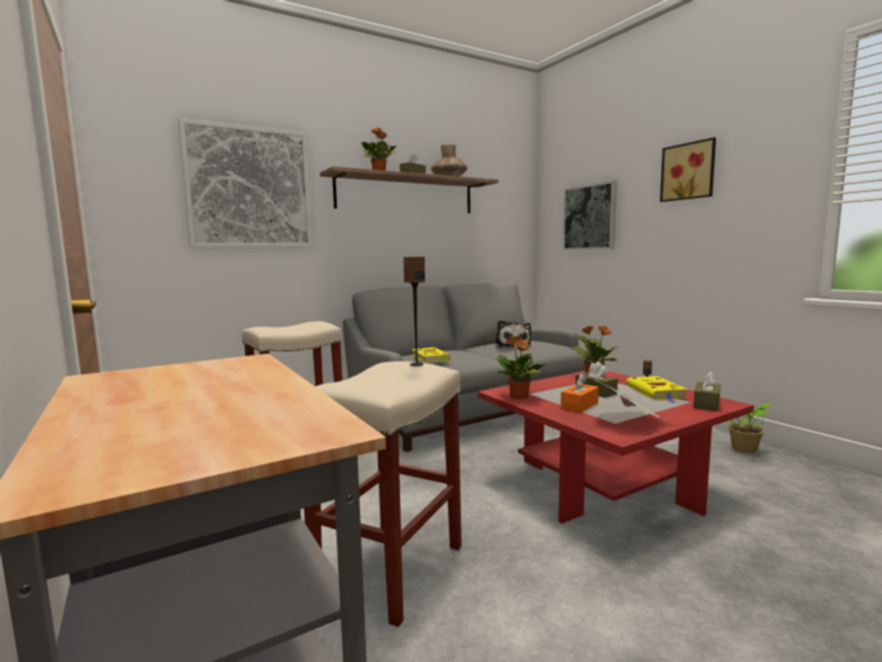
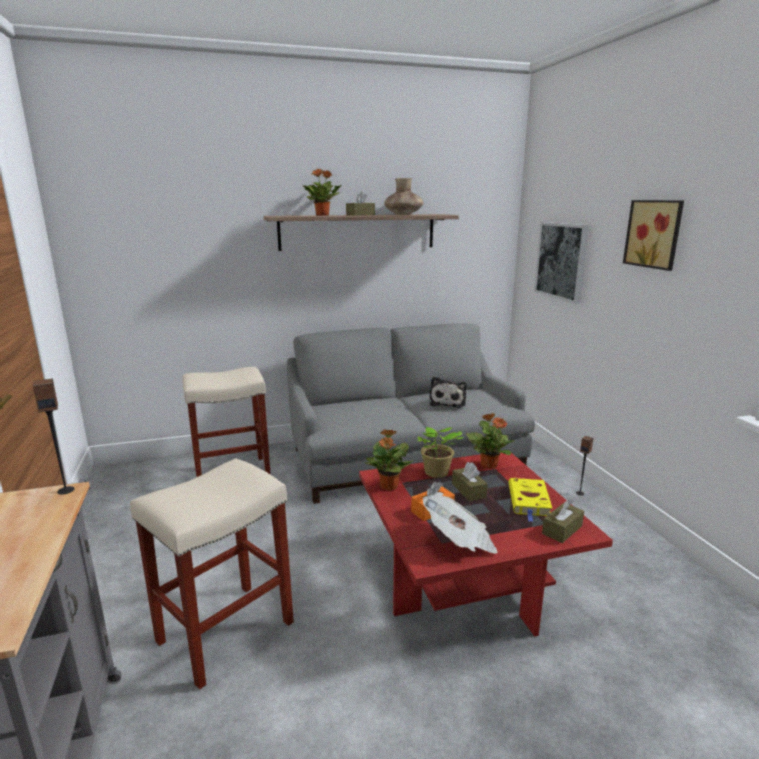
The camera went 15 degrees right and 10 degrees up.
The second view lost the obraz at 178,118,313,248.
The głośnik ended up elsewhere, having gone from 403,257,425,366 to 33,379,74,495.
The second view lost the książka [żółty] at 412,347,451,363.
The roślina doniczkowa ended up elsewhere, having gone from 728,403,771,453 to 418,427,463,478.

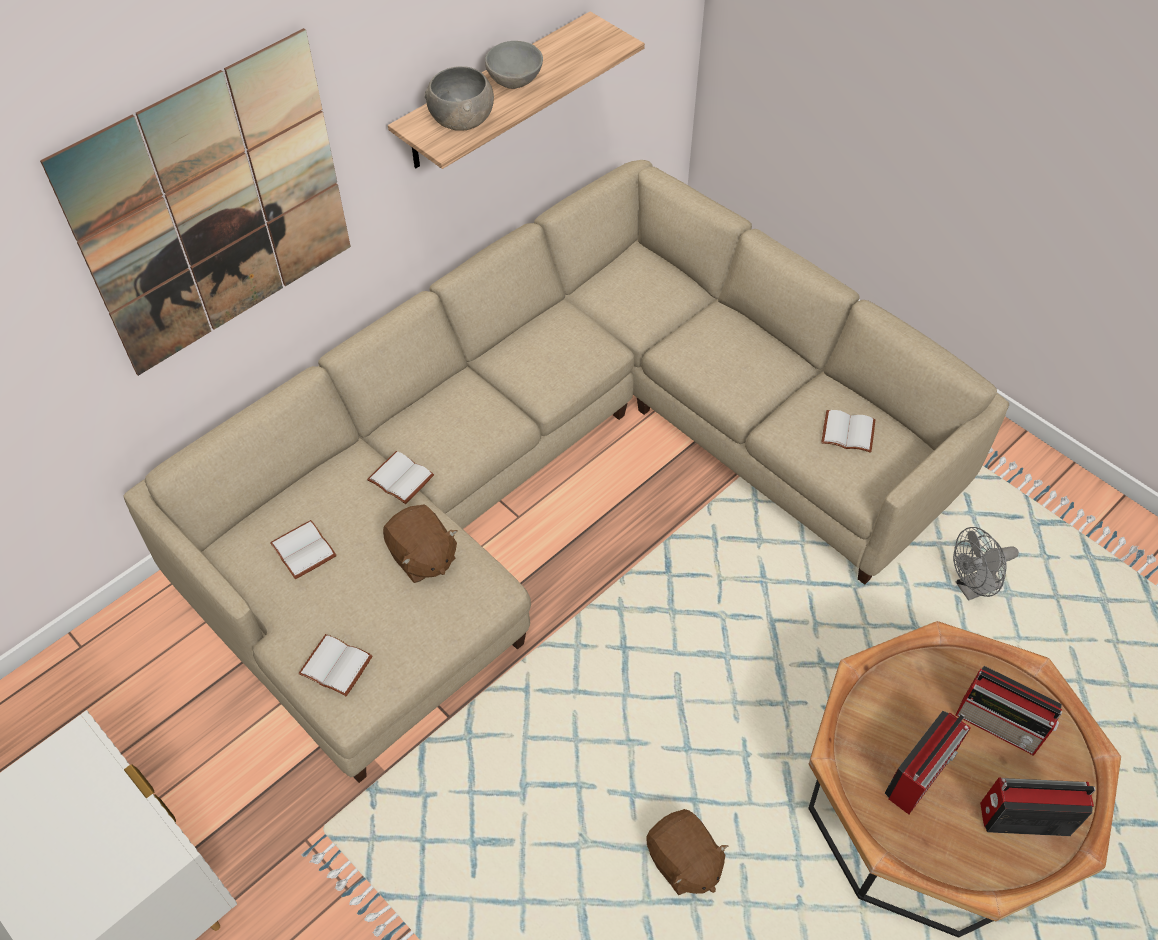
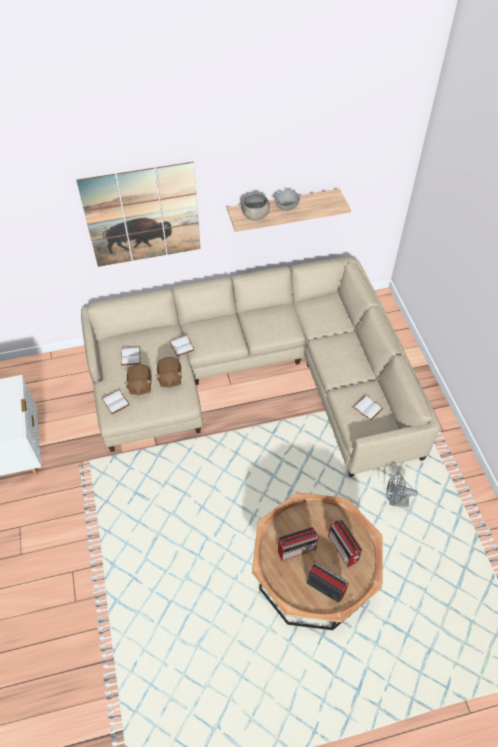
The camera went 30 degrees right and 0 degrees up.
The pluszak [brązowy] ended up elsewhere, having gone from 646,809,729,895 to 124,364,152,395.

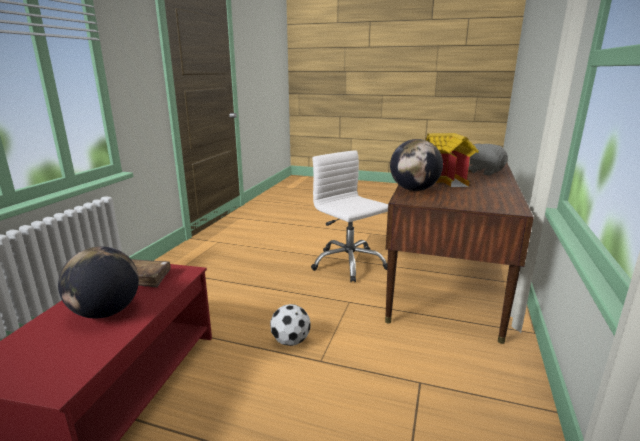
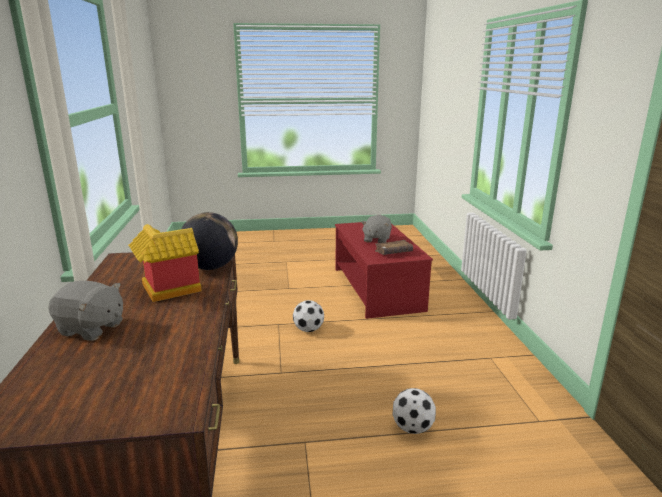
The camera went 155 degrees right and 0 degrees up.
The second view lost the krzesło biurowe [biały] at 311,150,388,283.
Where the globus stood at 58,247,139,318, the pluszak [szary] came to stand at 361,215,392,243.
The second view gained the piłka futbolowa at 393,388,436,434.

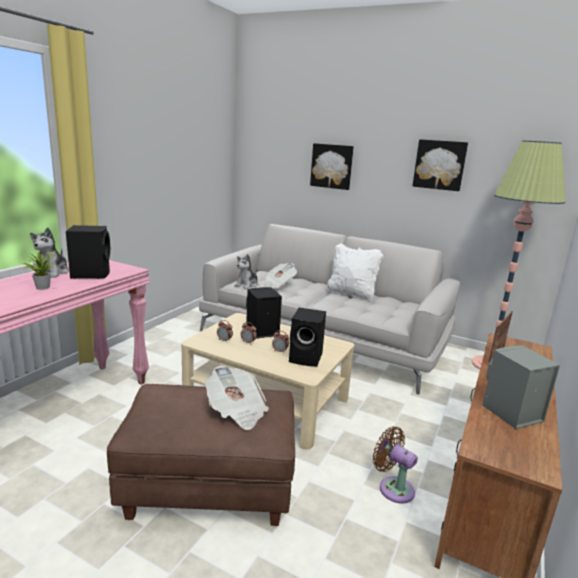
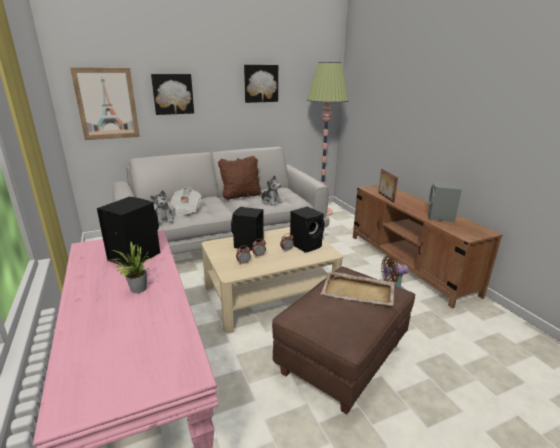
The camera went 50 degrees left and 5 degrees up.
The pluszak ended up elsewhere, having gone from 30,227,69,278 to 260,175,282,206.
What was the poduszka [biały] at 327,243,383,300 turned into the poduszka [brązowy] at 218,156,261,200.
Where the gazeta stood at 205,366,269,430, the taca [beżowy] came to stand at 321,272,395,306.
The second view gained the obraz at 70,68,140,140.

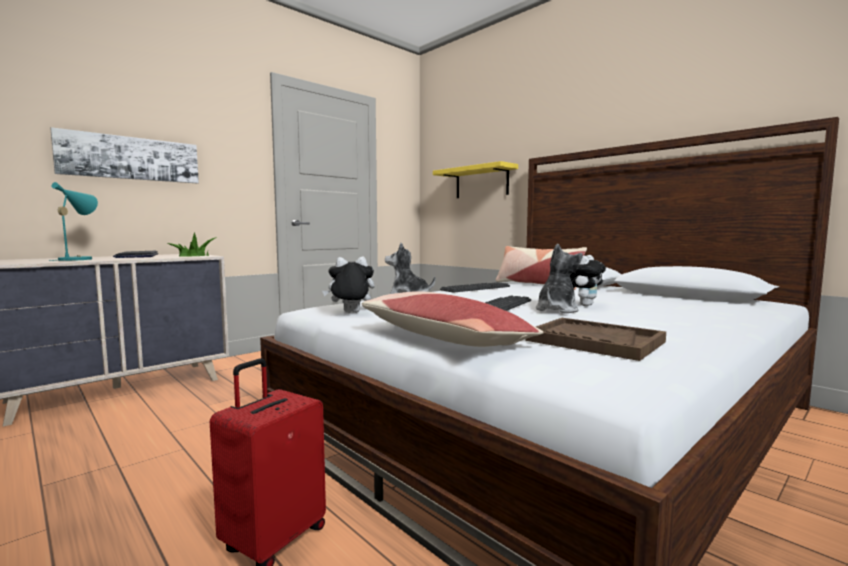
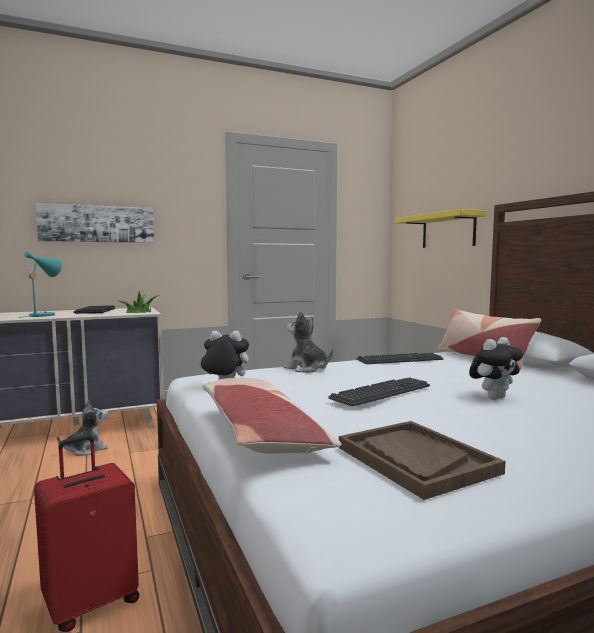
The camera went 20 degrees right and 0 degrees up.
The pluszak ended up elsewhere, having gone from 536,244,583,313 to 57,400,108,456.

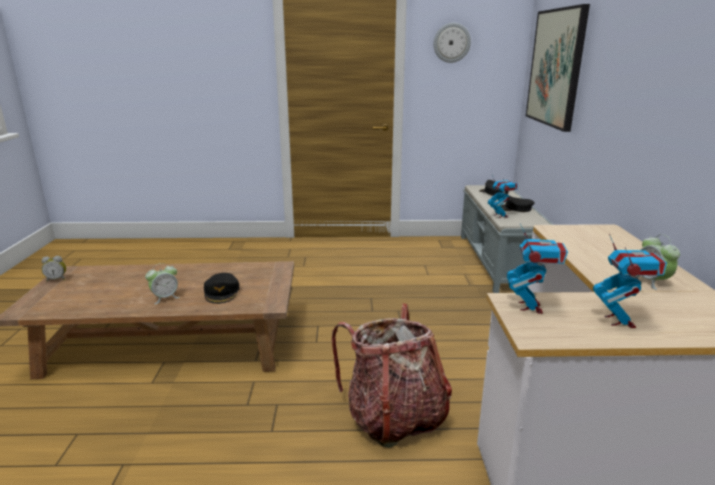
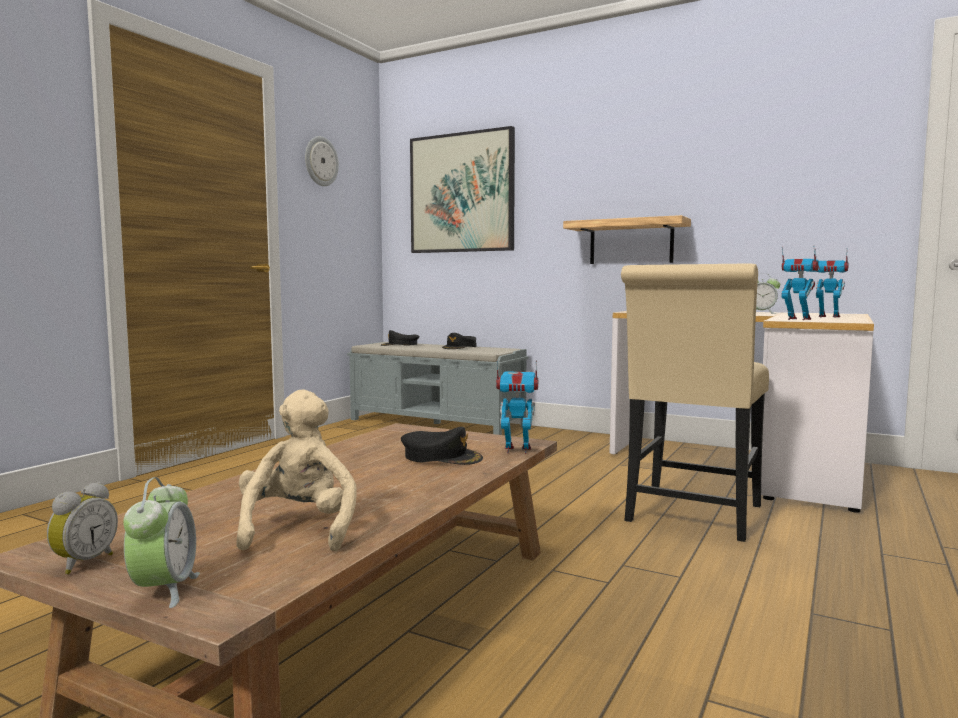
The camera went 60 degrees left and 15 degrees down.
The robot zabawkowy ended up elsewhere, having gone from 488,175,518,218 to 496,360,538,454.
The budzik ended up elsewhere, having gone from 145,263,180,304 to 123,477,200,608.
Where the plecak stood at 332,303,452,448, the krzesło [beżowy] came to stand at 621,263,769,542.
The second view gained the półka at 563,215,691,264.
The second view gained the pluszak [beżowy] at 236,389,357,551.

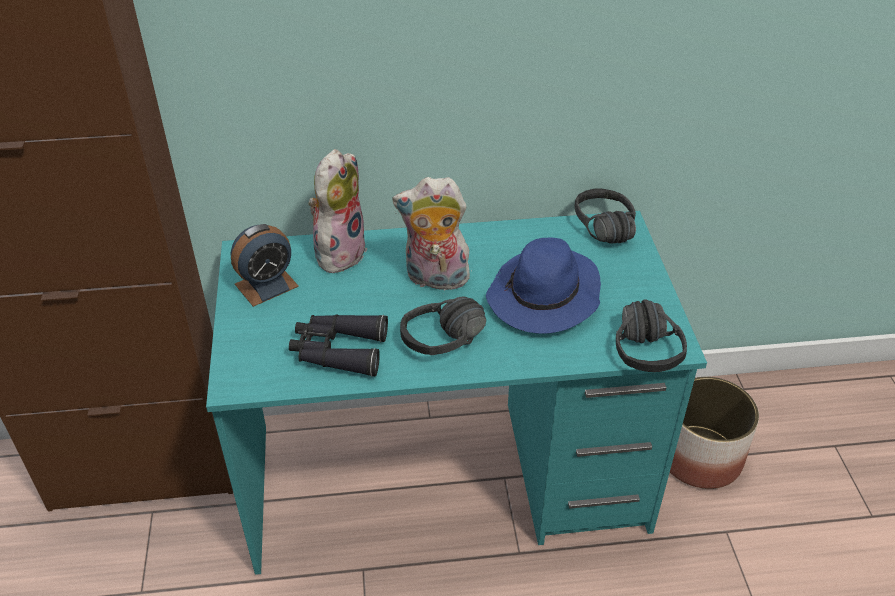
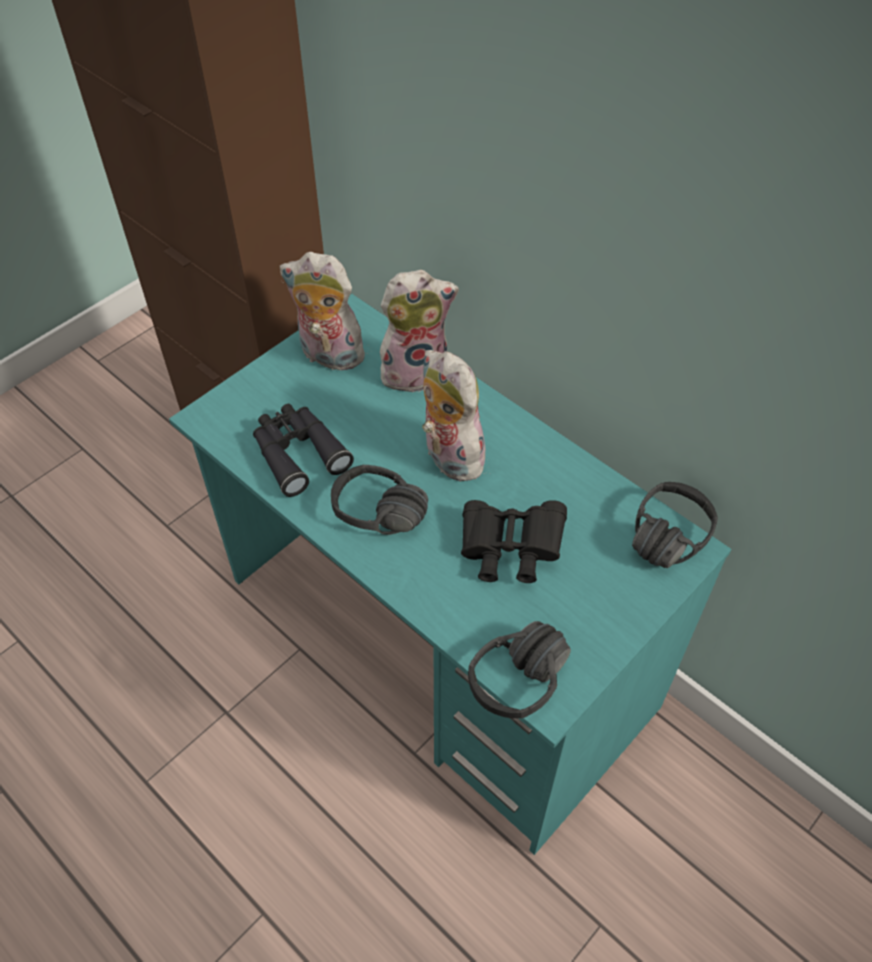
The camera went 50 degrees right and 10 degrees up.
Where the budzik stood at 231,224,299,307, the pluszak came to stand at 280,252,368,370.
Where the kapelusz [niebieski] stood at 486,237,601,334, the lornetka [czarny] came to stand at 461,500,567,583.
The second view lost the donica at 670,377,759,489.

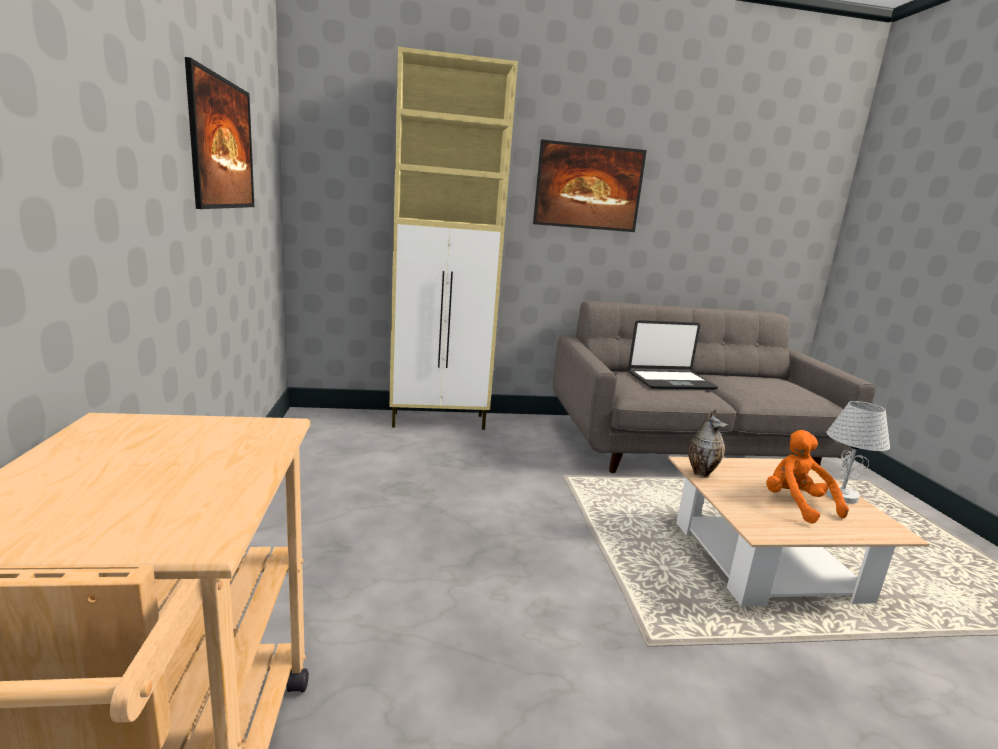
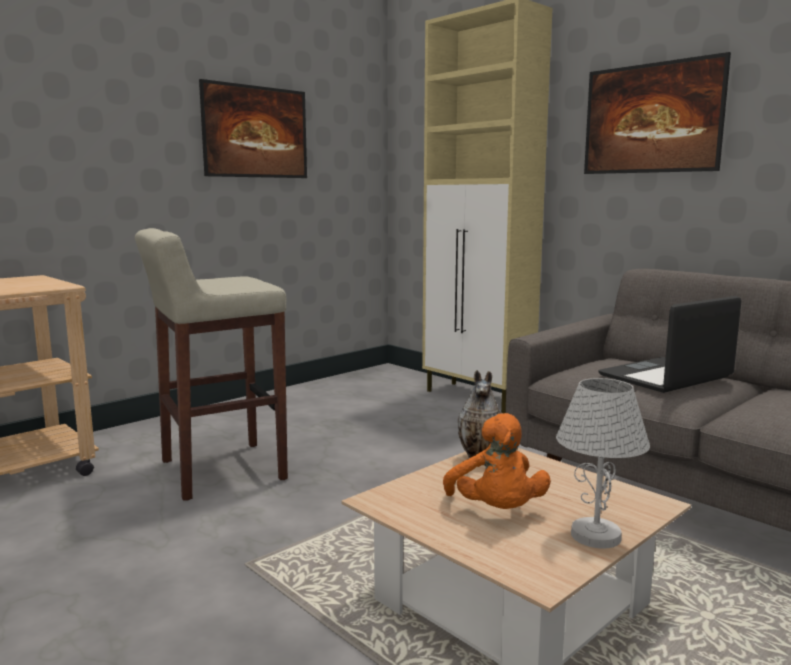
The camera went 55 degrees right and 5 degrees down.
The laptop at 628,320,718,390 ended up facing another way, 105 degrees clockwise from before.
The pluszak [pomarańczowy] at 766,430,849,524 ended up facing another way, 135 degrees clockwise from before.
The second view gained the stołek [beżowy] at 135,228,288,501.

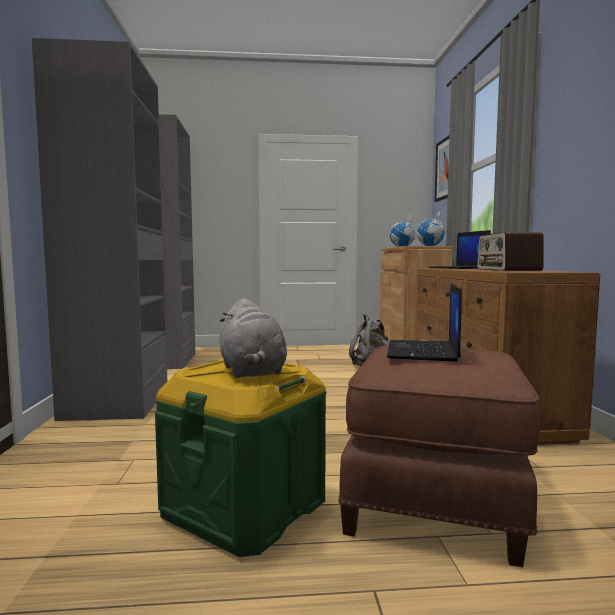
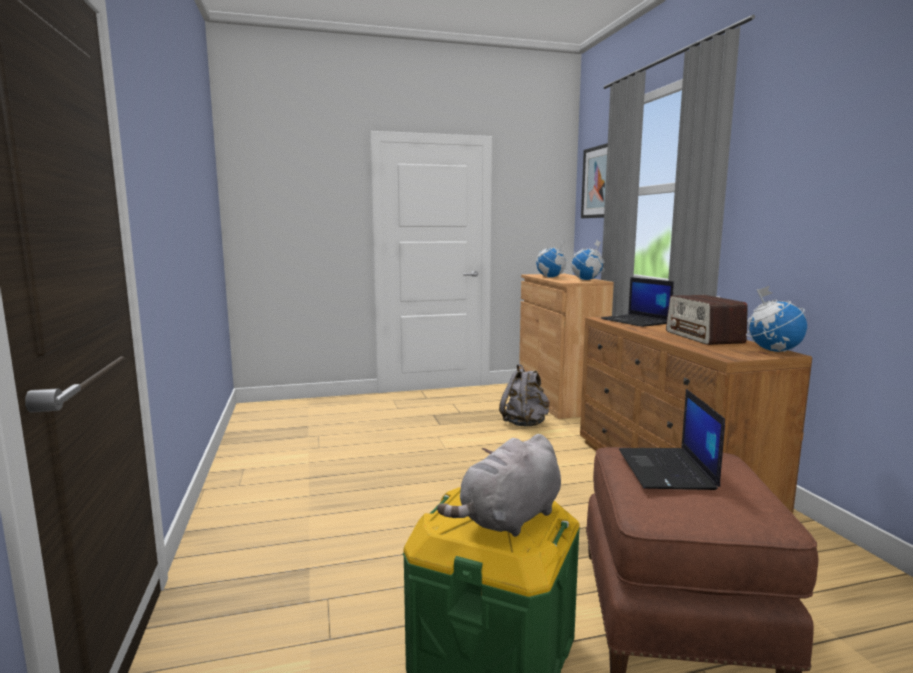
The camera went 10 degrees left and 5 degrees up.
The second view lost the szafa [szary] at 32,38,195,421.
The pluszak [szary] at 219,299,287,378 ended up facing another way, 75 degrees clockwise from before.
The second view gained the globus at 746,286,807,352.

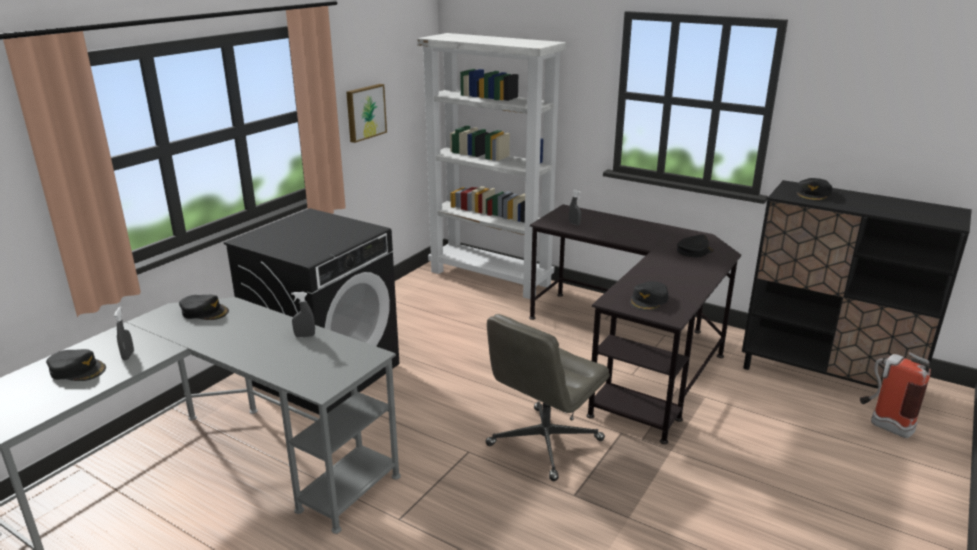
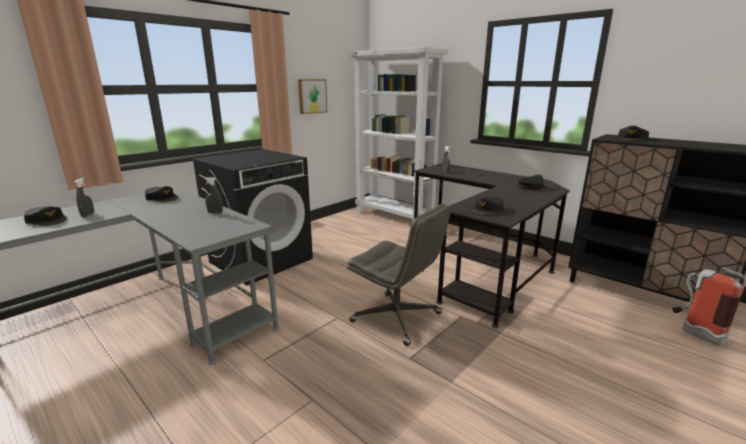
The camera went 10 degrees right and 5 degrees down.
The krzesło biurowe [szary] at 486,314,610,481 ended up facing another way, 105 degrees counterclockwise from before.

